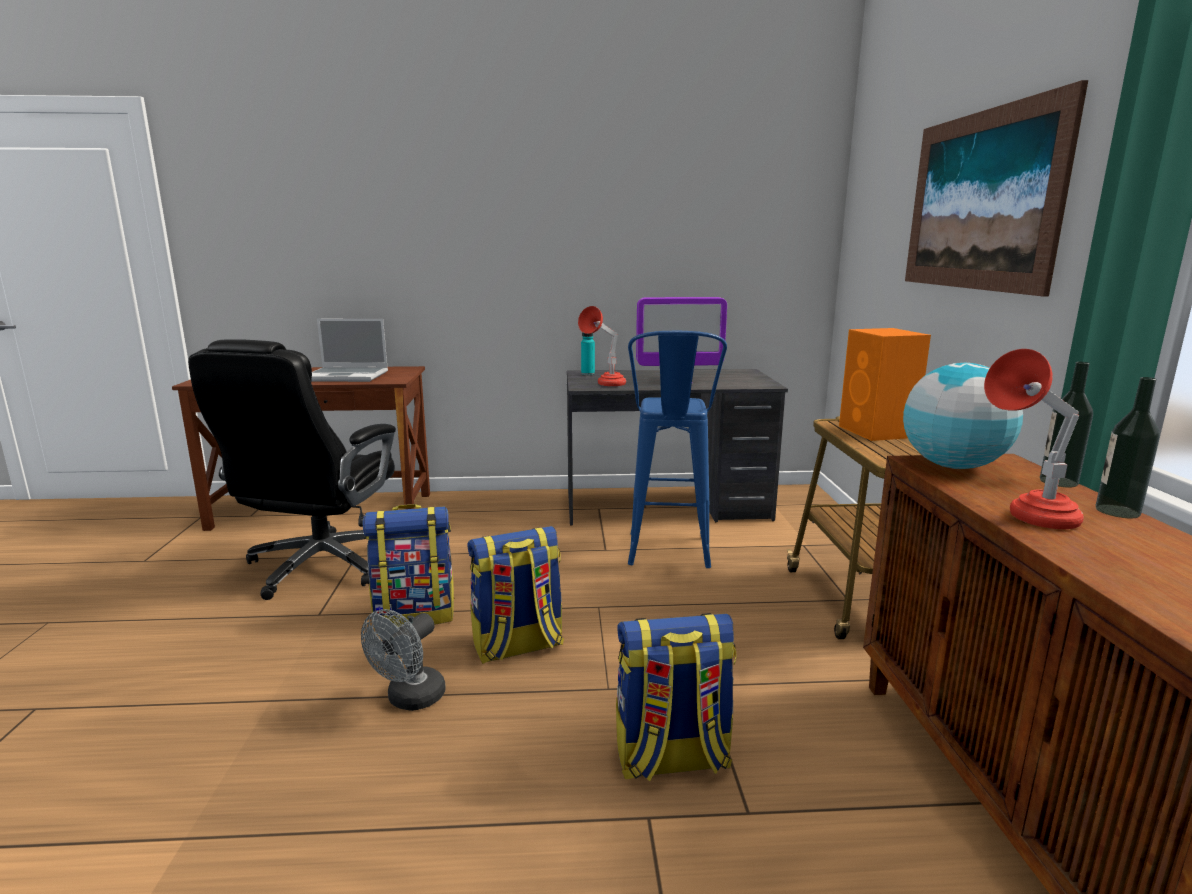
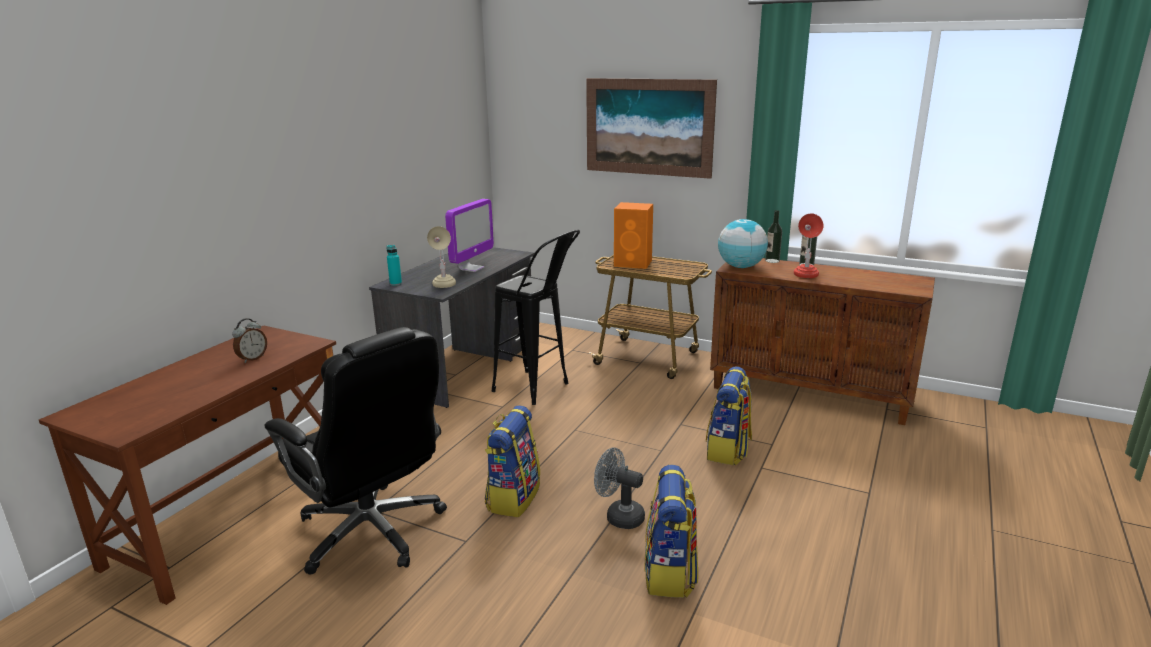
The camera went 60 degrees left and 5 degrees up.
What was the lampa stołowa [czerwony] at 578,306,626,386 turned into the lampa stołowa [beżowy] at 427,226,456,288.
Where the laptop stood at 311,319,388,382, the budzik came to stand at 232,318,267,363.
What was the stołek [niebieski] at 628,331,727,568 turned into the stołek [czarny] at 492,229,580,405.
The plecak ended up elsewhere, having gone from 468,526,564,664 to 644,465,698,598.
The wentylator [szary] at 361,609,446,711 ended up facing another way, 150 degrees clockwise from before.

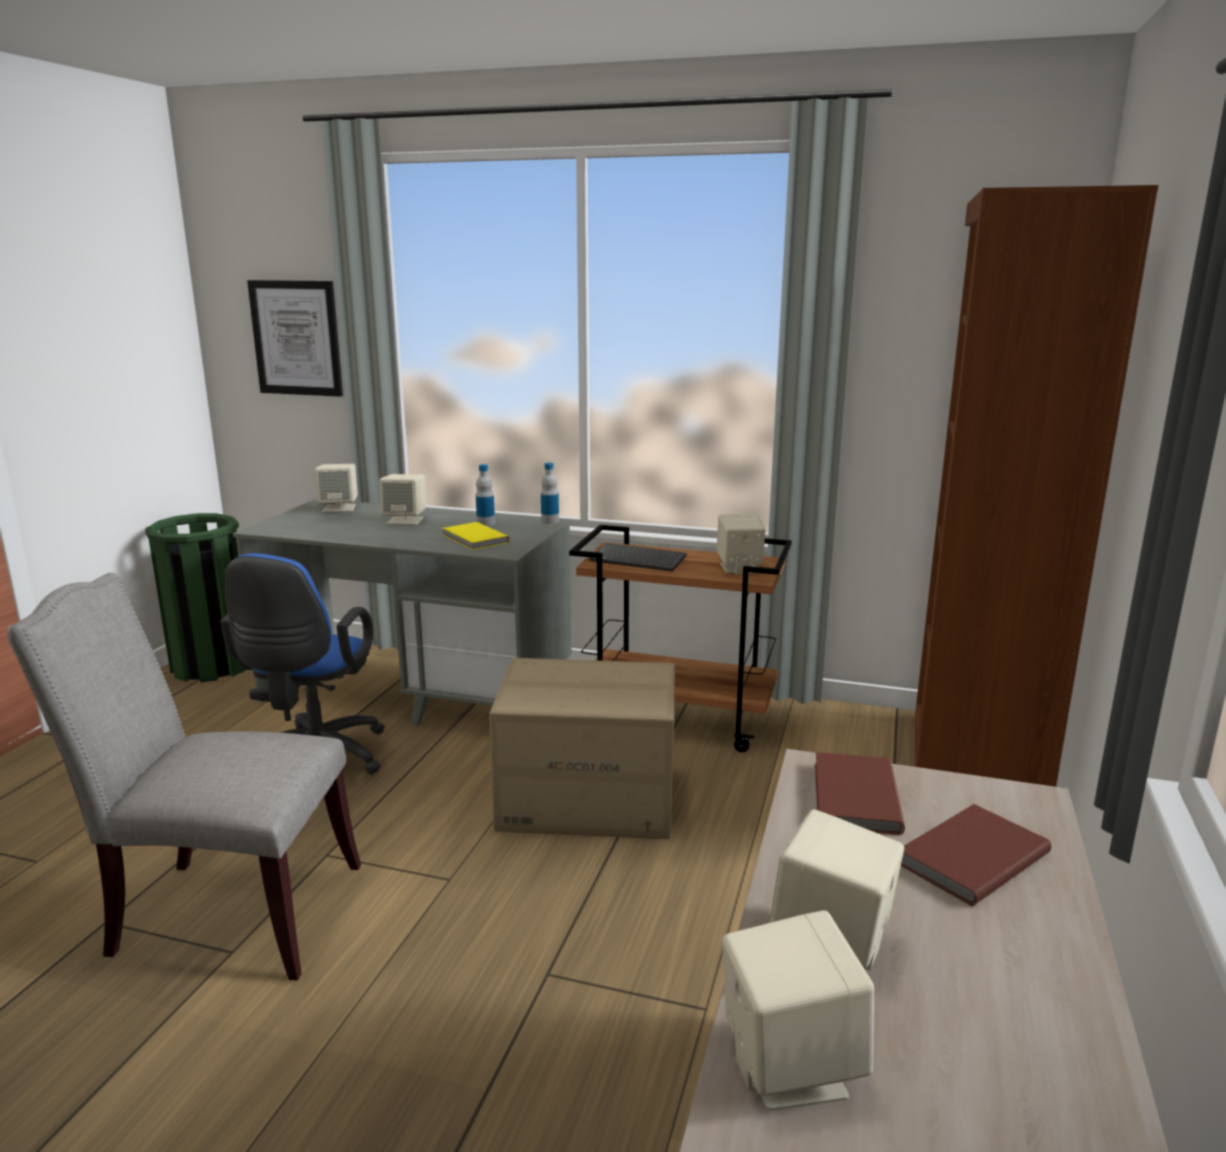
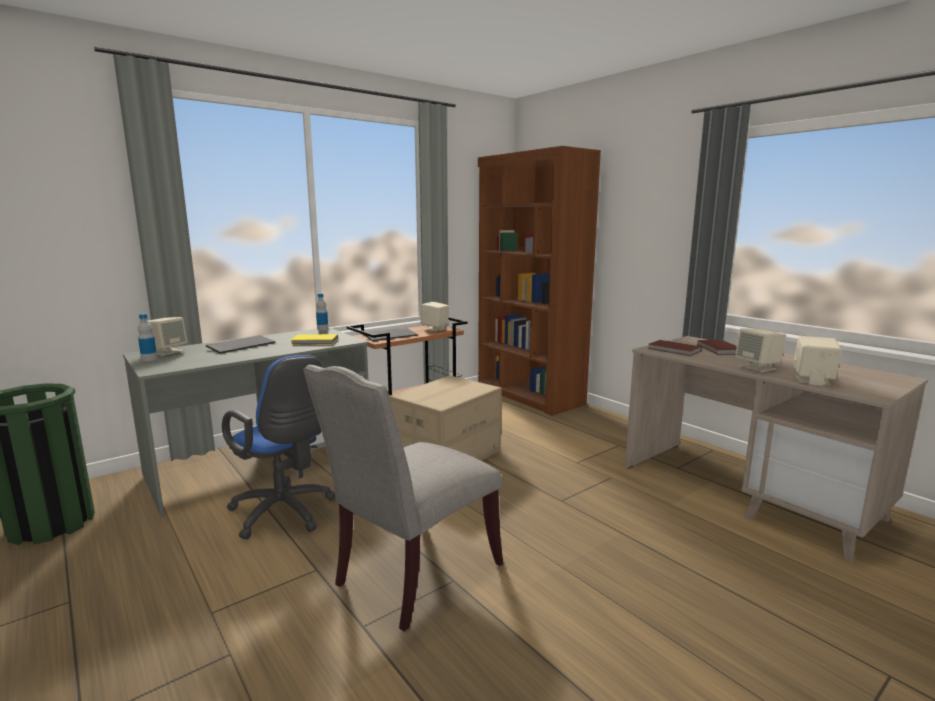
The camera went 55 degrees left and 5 degrees down.
The second view lost the obraz at 247,280,343,397.
The butelka ended up elsewhere, having gone from 476,464,495,526 to 138,314,157,361.
Where the głośnik [beżowy] stood at 379,474,426,525, the klawiatura came to stand at 206,335,275,354.

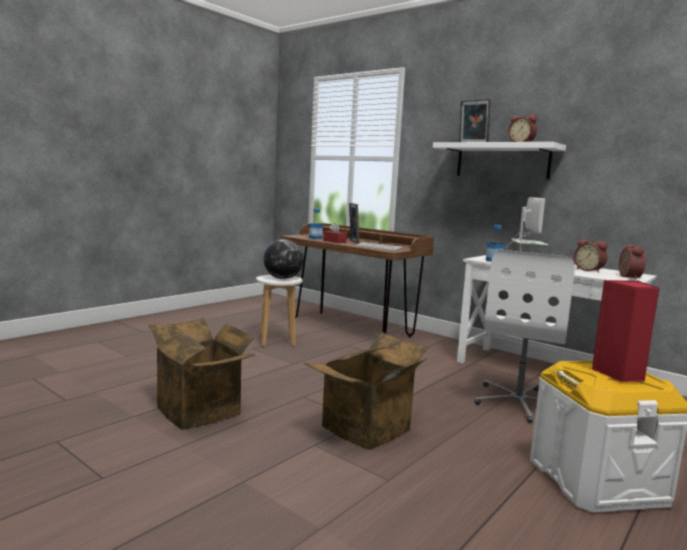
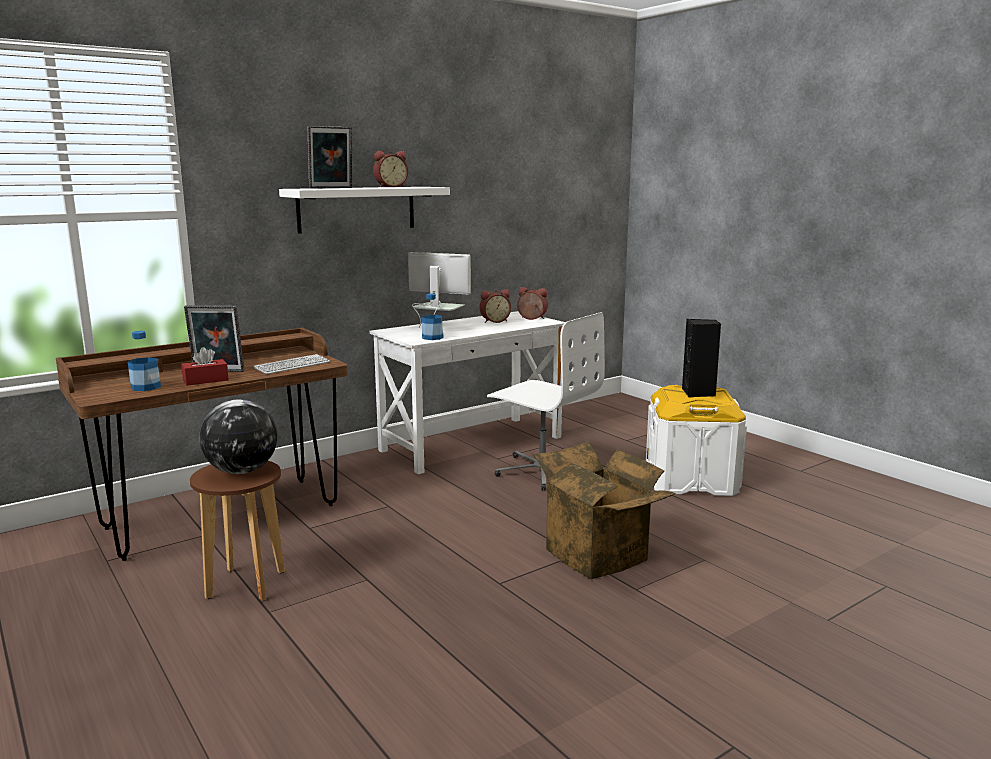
The camera went 75 degrees left and 5 degrees up.
What was the stołek [biały] at 256,275,303,347 turned into the stołek [brązowy] at 190,461,285,601.
What was the głośnik [czerwony] at 592,280,660,383 turned into the głośnik [czarny] at 682,319,721,397.
The second view lost the karton at 149,318,255,430.

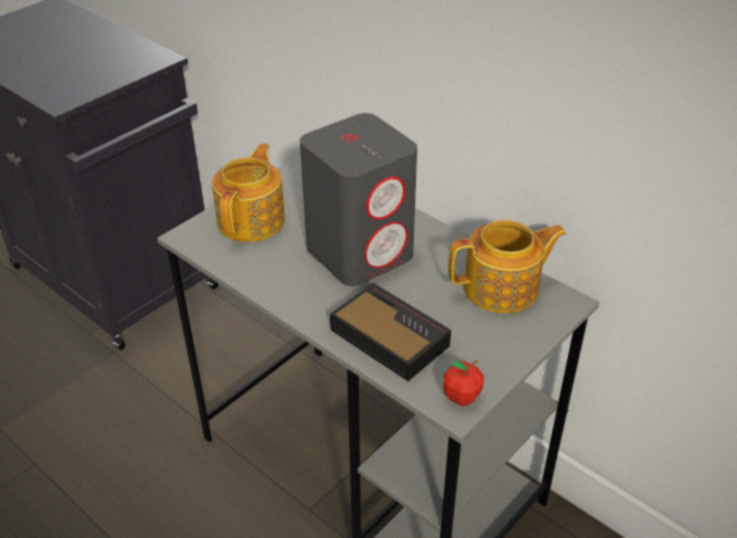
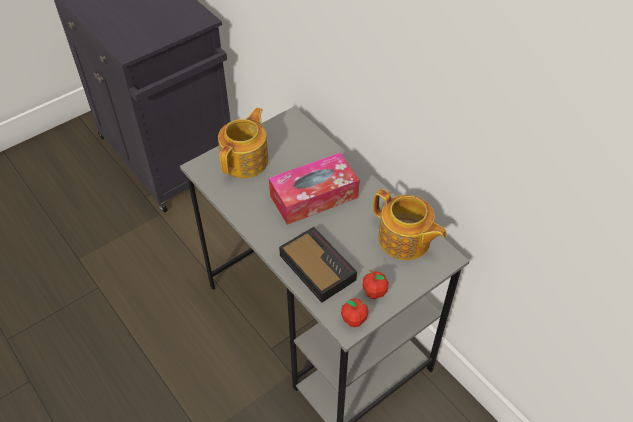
The camera went 10 degrees right and 10 degrees up.
Where the głośnik [szary] stood at 300,113,417,286, the pudełko chusteczek came to stand at 269,153,360,225.
The imbryk at 448,220,567,313 ended up facing another way, 45 degrees clockwise from before.
The second view gained the jabłko at 362,270,389,299.

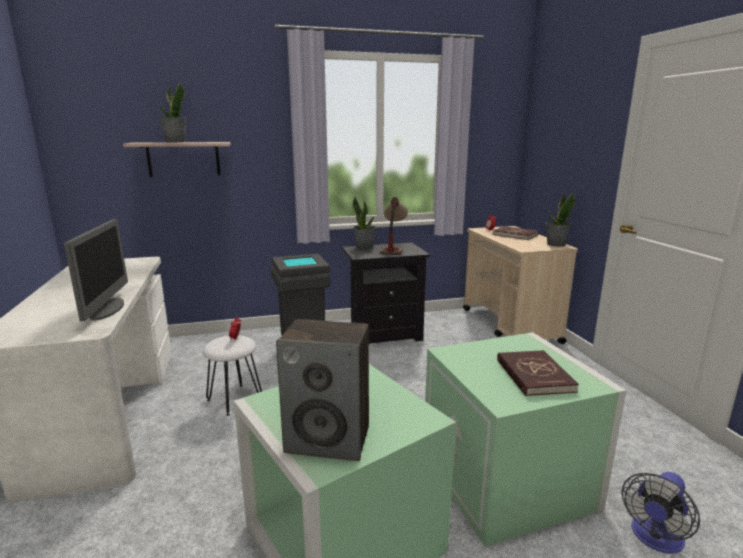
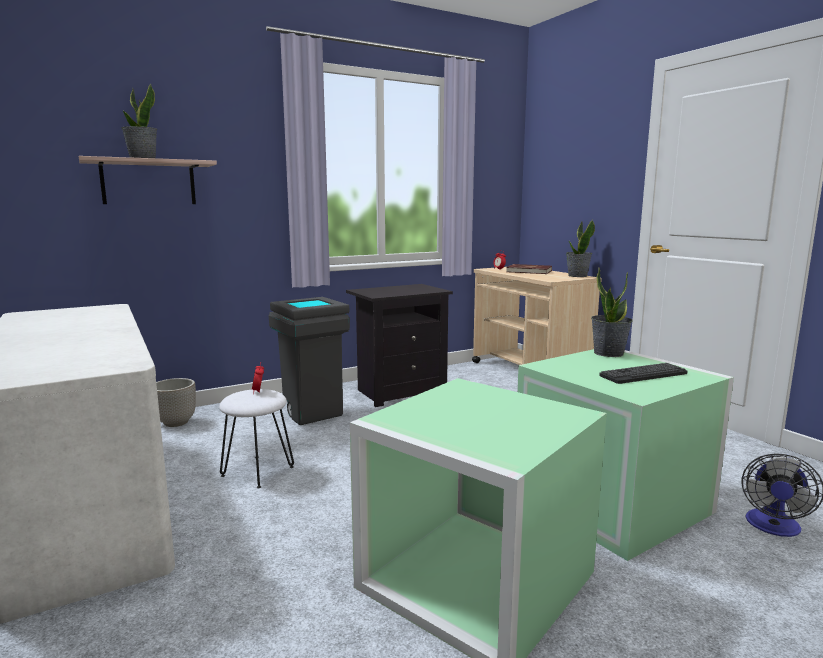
The camera went 15 degrees left and 5 degrees down.
The roślina doniczkowa ended up elsewhere, having gone from 352,197,376,250 to 591,267,632,357.
The second view lost the lampa stołowa at 380,197,408,255.
The second view lost the monitor at 64,219,128,321.
The second view lost the głośnik at 276,319,369,461.
Where the książka [czerwony] stood at 497,350,579,396, the klawiatura came to stand at 599,363,688,384.
The second view gained the donica at 156,378,196,427.

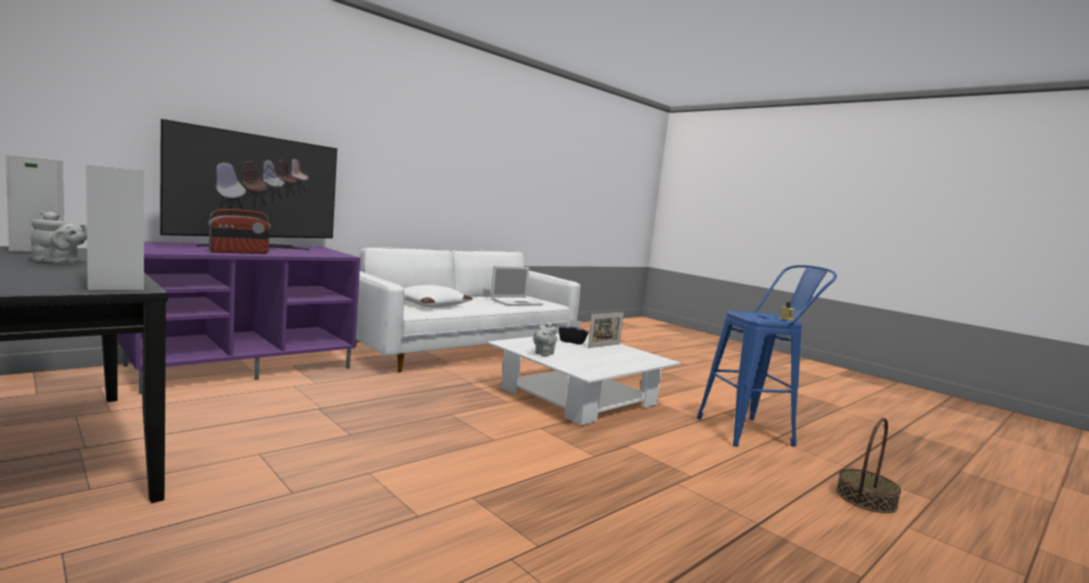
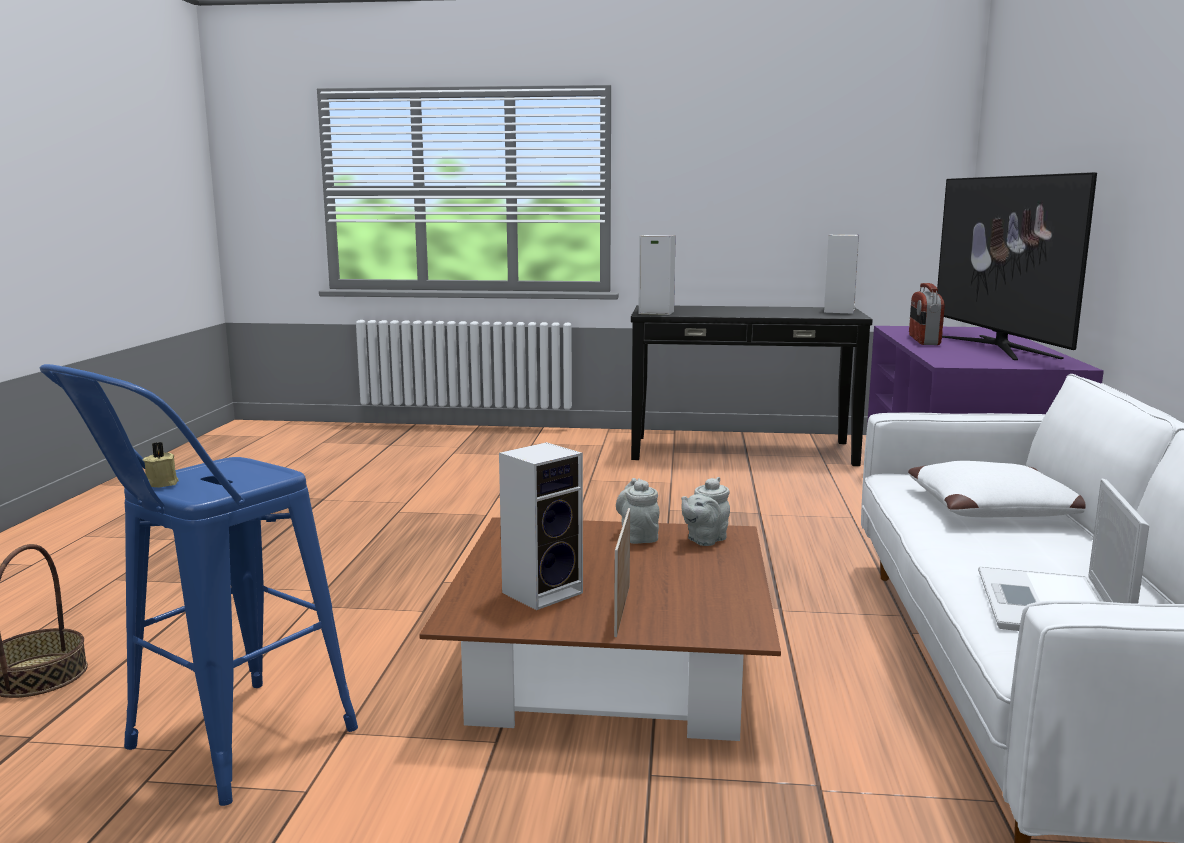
The camera went 140 degrees right and 5 degrees up.
The imbryk [szary] ended up elsewhere, having gone from 30,212,87,263 to 681,477,730,546.
The second view lost the pudełko chusteczek [czarny] at 559,319,589,345.
What was the ława [biały] at 487,334,681,426 turned into the ława [brązowy] at 419,517,781,741.
The second view gained the głośnik at 499,442,583,610.

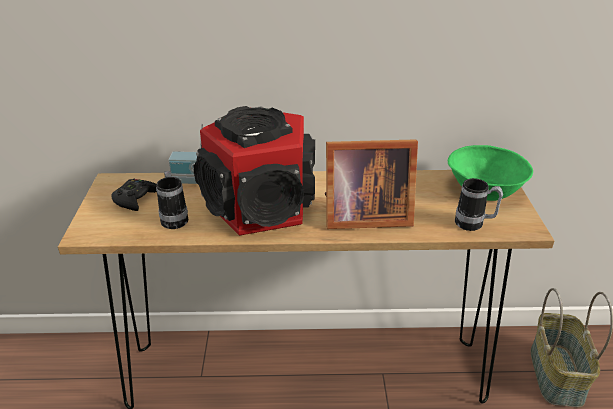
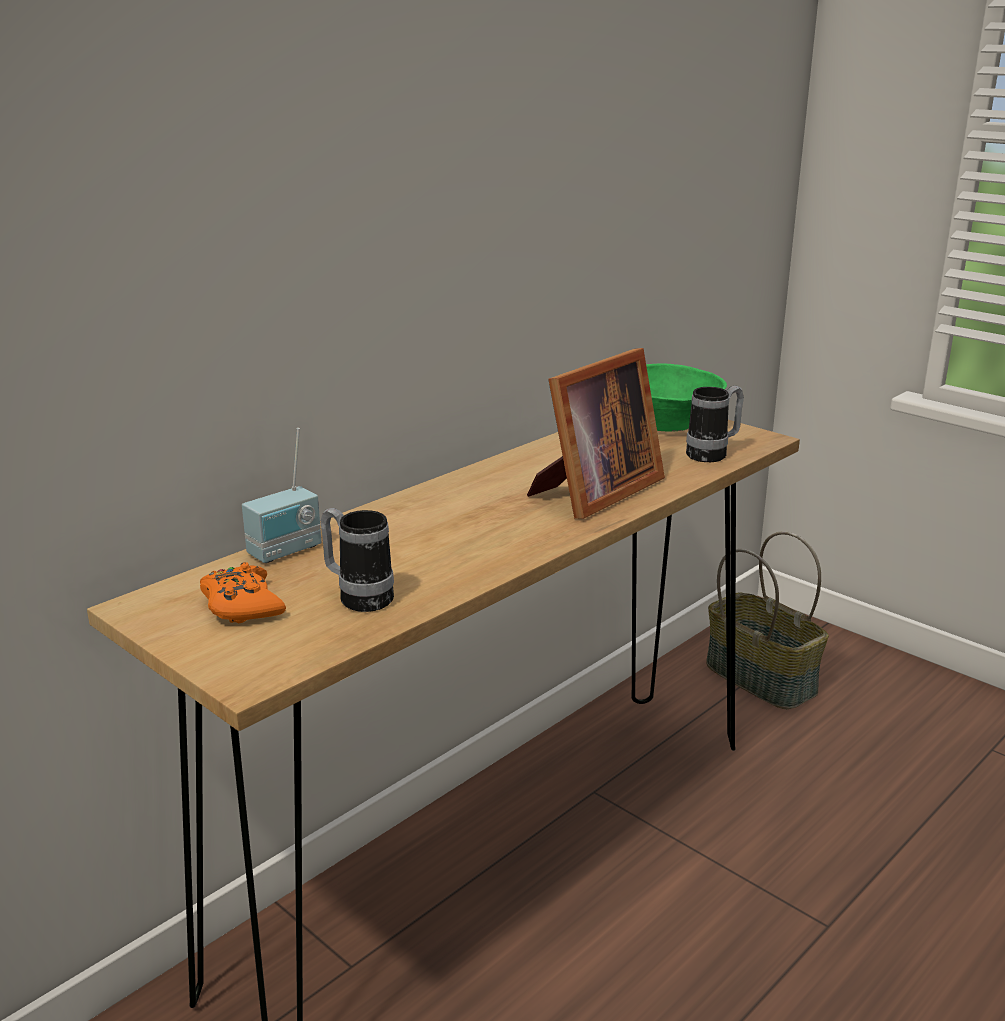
The camera went 45 degrees left and 10 degrees down.
The second view lost the głośnik at 194,106,315,235.
What was the pad do gier [czarny] at 111,178,157,211 turned into the pad do gier [pomarańczowy] at 200,562,286,623.

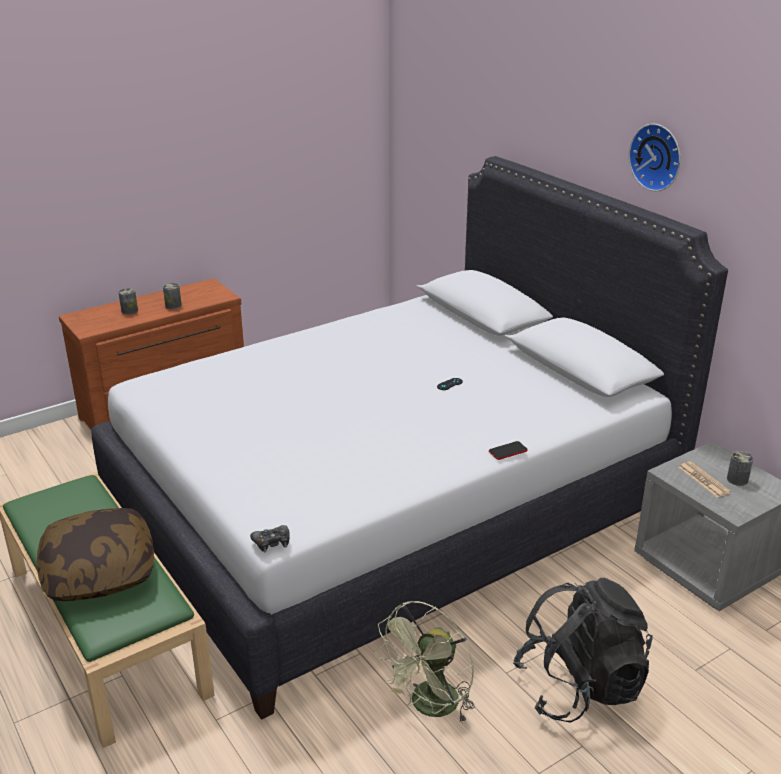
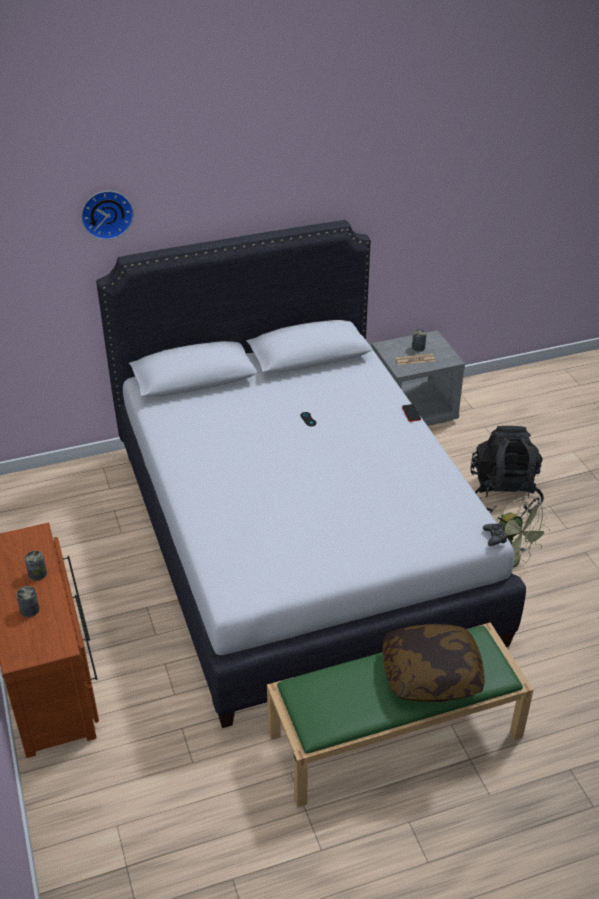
The camera went 75 degrees left and 10 degrees up.
The zegar ścienny ended up elsewhere, having gone from 629,124,681,191 to 81,191,134,240.

